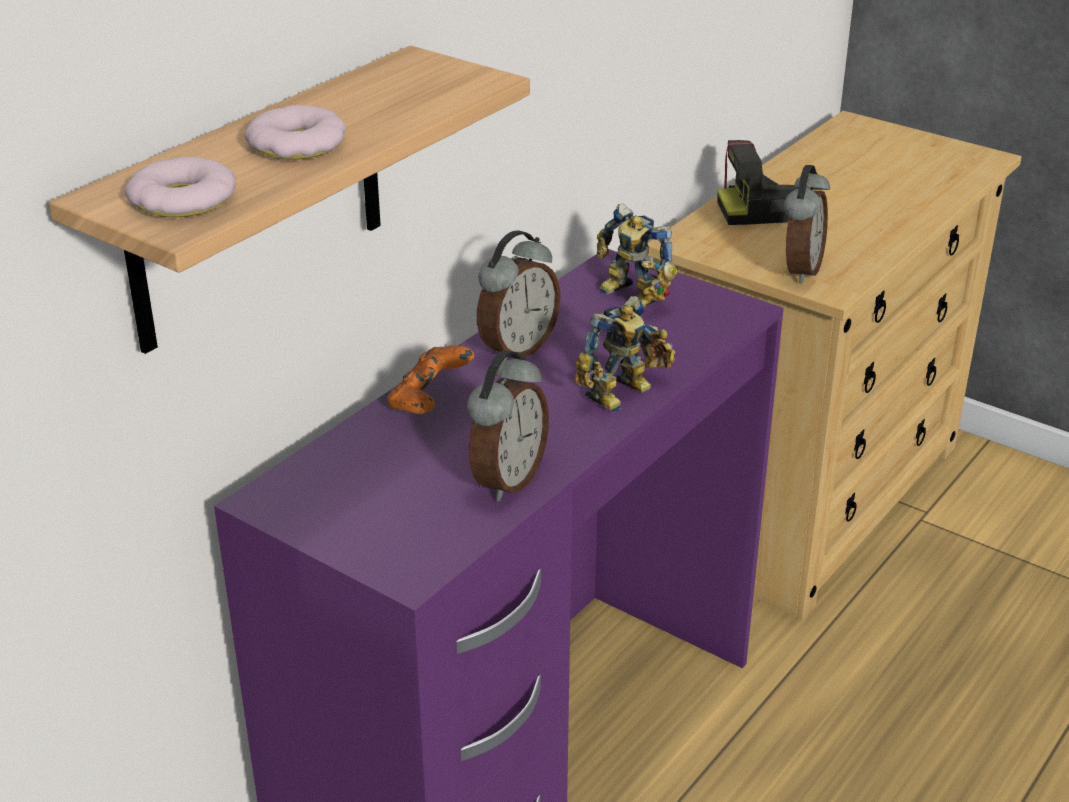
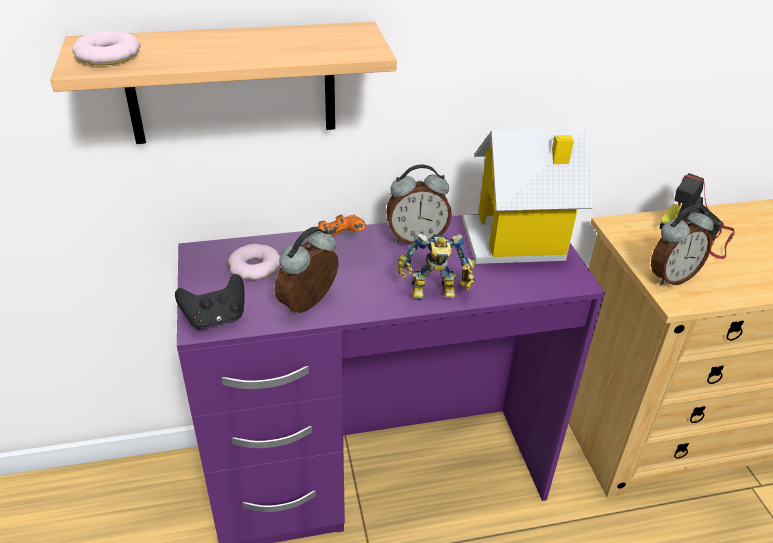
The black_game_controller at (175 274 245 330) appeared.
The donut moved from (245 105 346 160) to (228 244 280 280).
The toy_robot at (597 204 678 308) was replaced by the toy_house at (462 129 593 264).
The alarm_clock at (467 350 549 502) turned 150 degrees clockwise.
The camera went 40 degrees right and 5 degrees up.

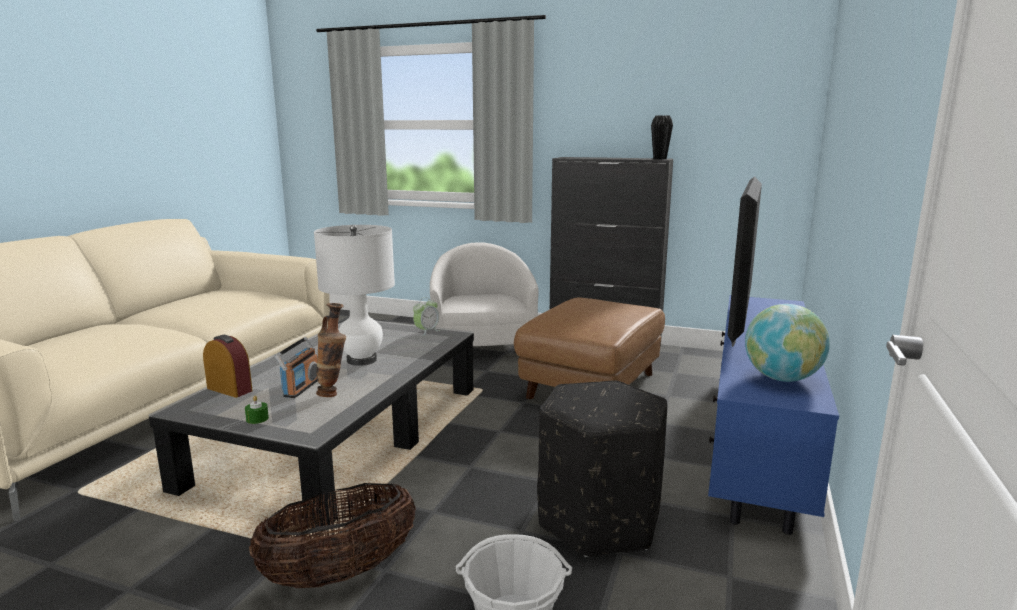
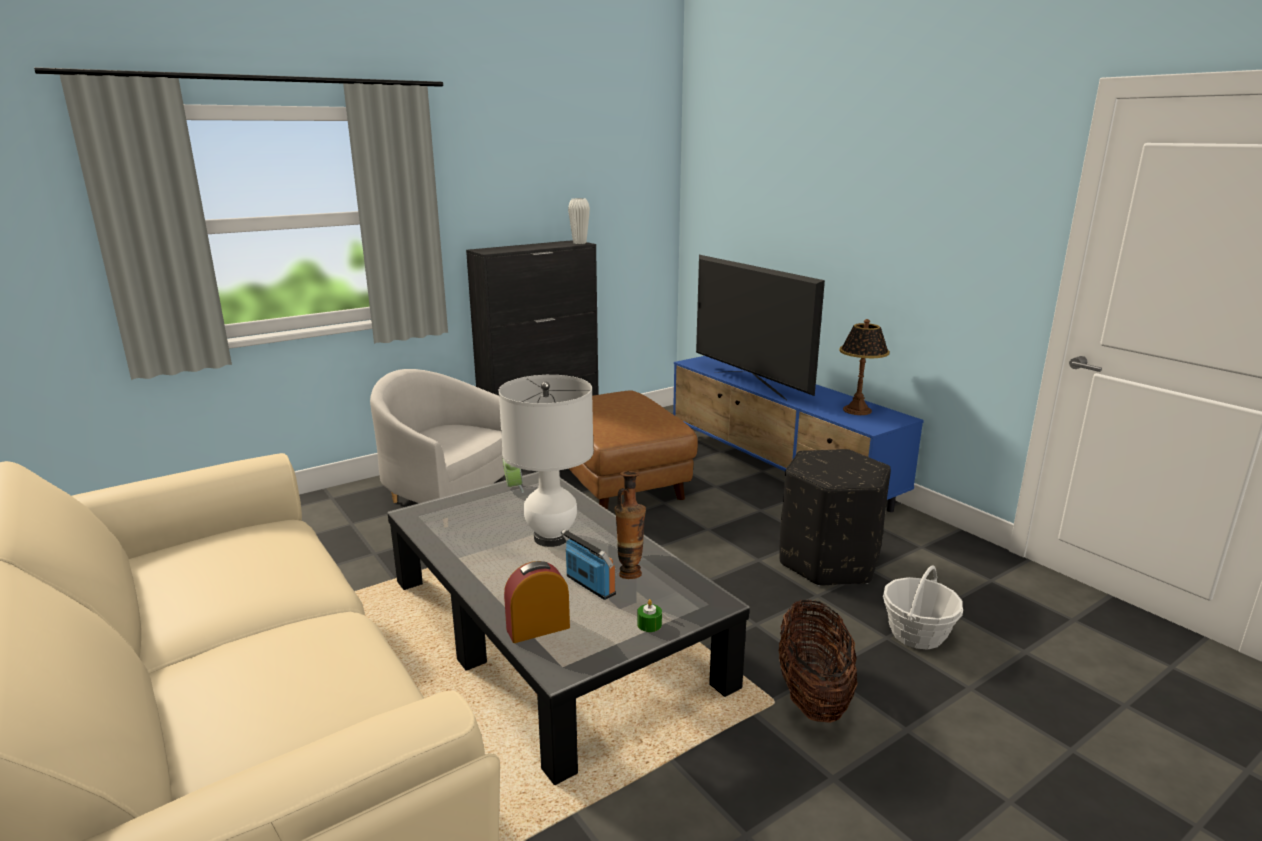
The globe at (745 304 830 382) was replaced by the table_lamp at (839 319 890 415).
The black_vase at (651 116 673 159) became the white_vase at (568 198 590 244).
The camera went 55 degrees left and 5 degrees up.

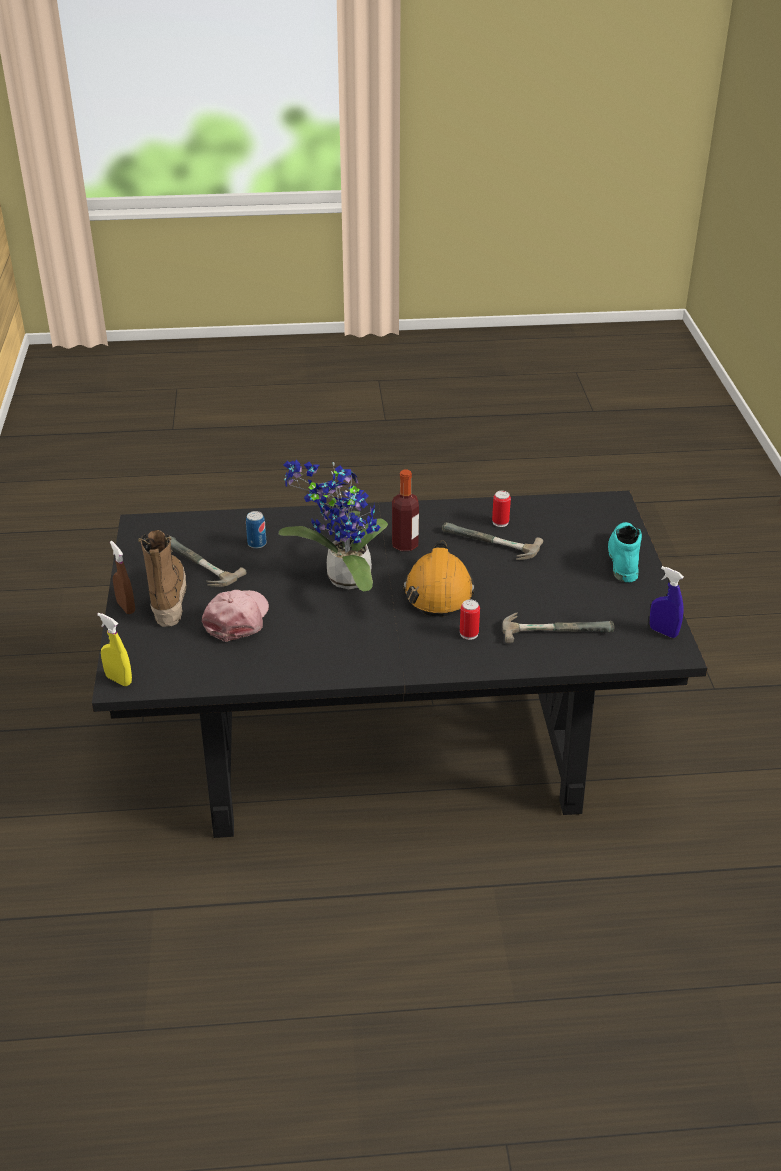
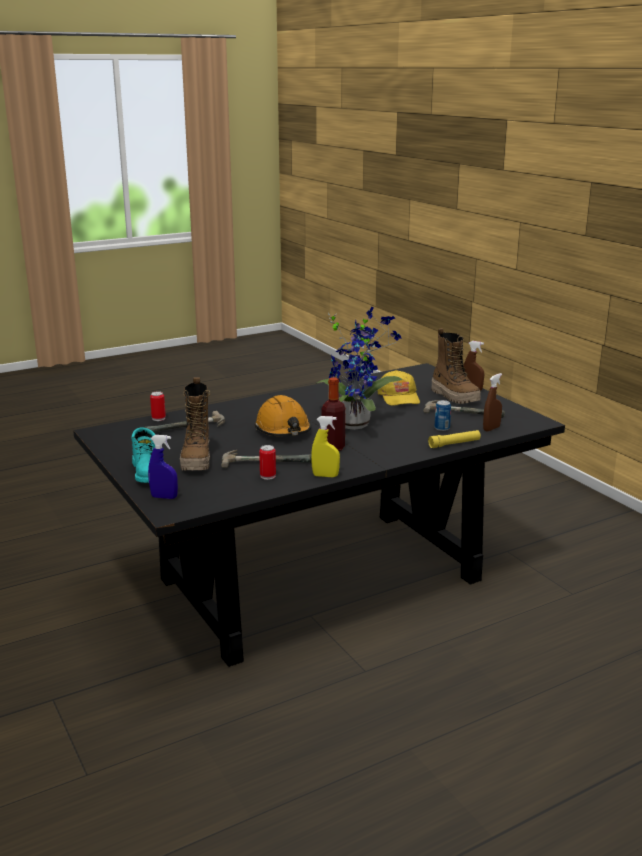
The boot at (180 377 210 471) appeared.
The yellow_flashlight at (428 430 481 448) appeared.
The brown_spray_bottle at (483 373 502 431) appeared.
The yellow_spray_bottle moved from (97 613 132 686) to (311 416 340 477).
The can moved from (460 600 480 640) to (150 391 166 421).
The blue_spray_bottle moved from (650 566 684 638) to (148 435 178 499).
The pink_cap at (202 590 269 642) became the yellow_cap at (378 370 420 406).
The camera went 155 degrees right and 15 degrees down.

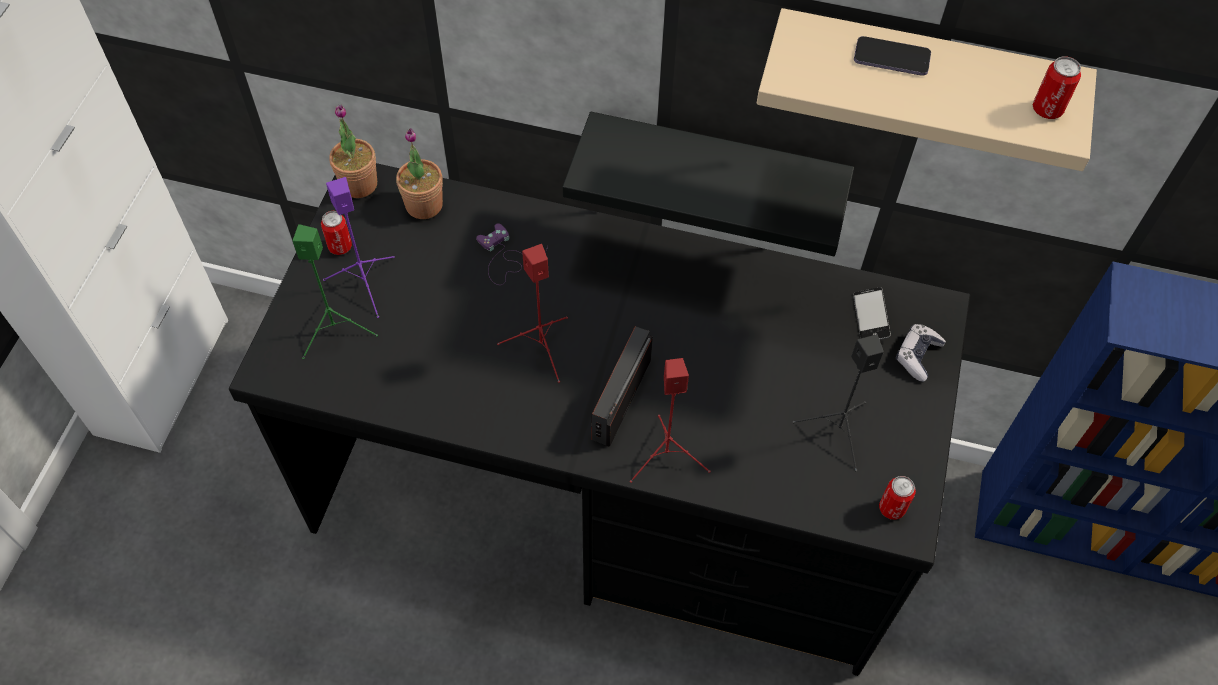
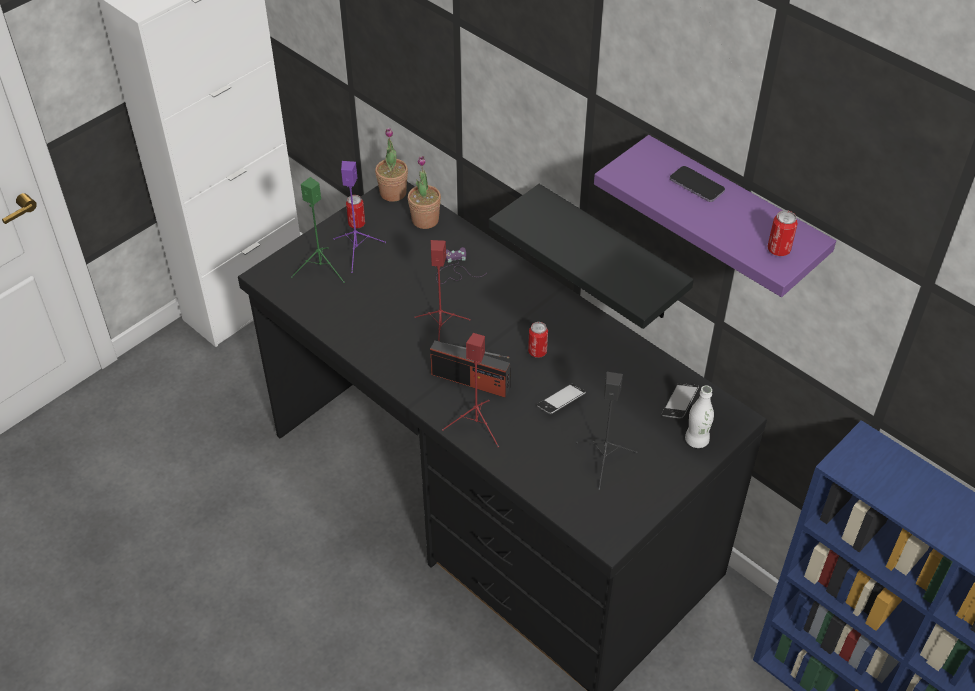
The phone at (537 384 586 414) appeared.
The can moved from (879 476 916 520) to (528 322 548 358).
The game_controller at (896 324 946 382) was replaced by the white_bottle at (685 385 714 448).
The beige_shelf at (757 8 1097 171) became the purple_shelf at (594 135 836 297).
The radio at (592 326 653 447) turned 120 degrees counterclockwise.
The camera went 30 degrees right and 10 degrees down.

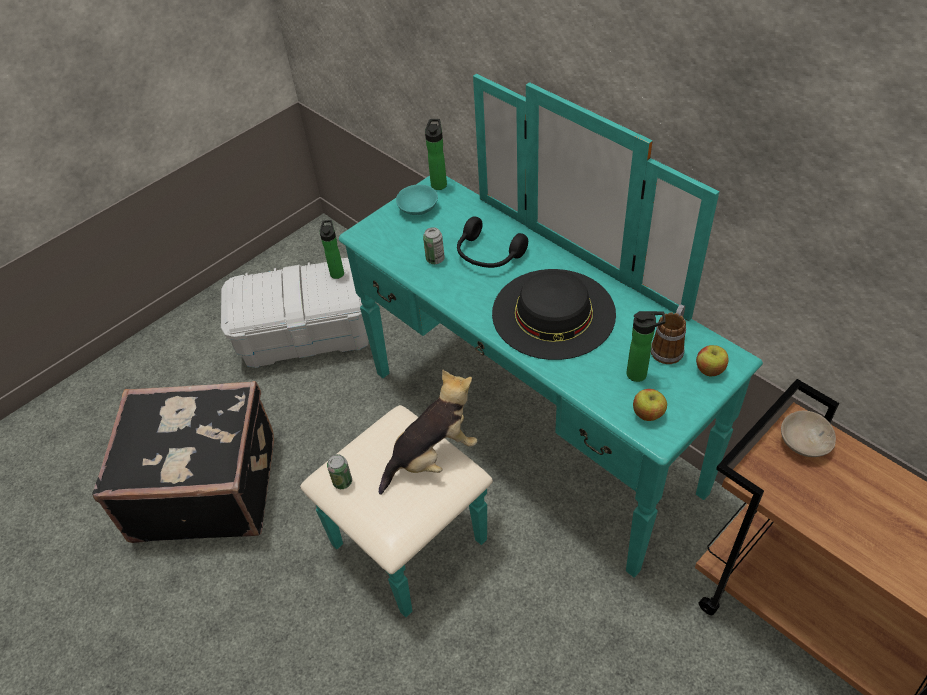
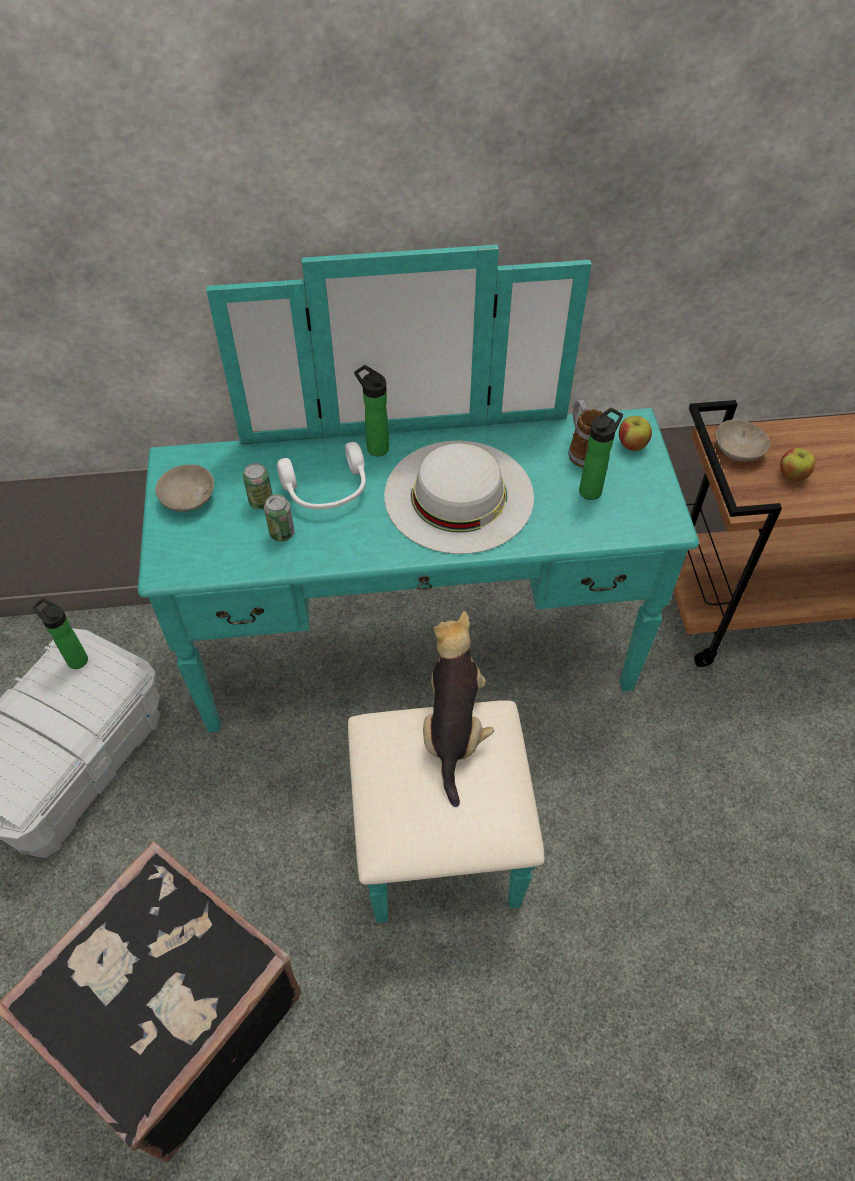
The can moved from (327 454 352 489) to (243 463 273 510).
The bottle moved from (425 119 447 190) to (354 365 389 456).
The apple moved from (633 389 667 421) to (780 448 816 481).
The turquoise_bowl at (396 185 438 215) became the beige_bowl at (155 464 214 512).
The black_headphones at (457 217 528 268) became the white_headphones at (277 442 366 509).
The black_hat at (492 269 616 360) became the white_hat at (384 441 534 554).
The camera went 55 degrees left and 5 degrees up.

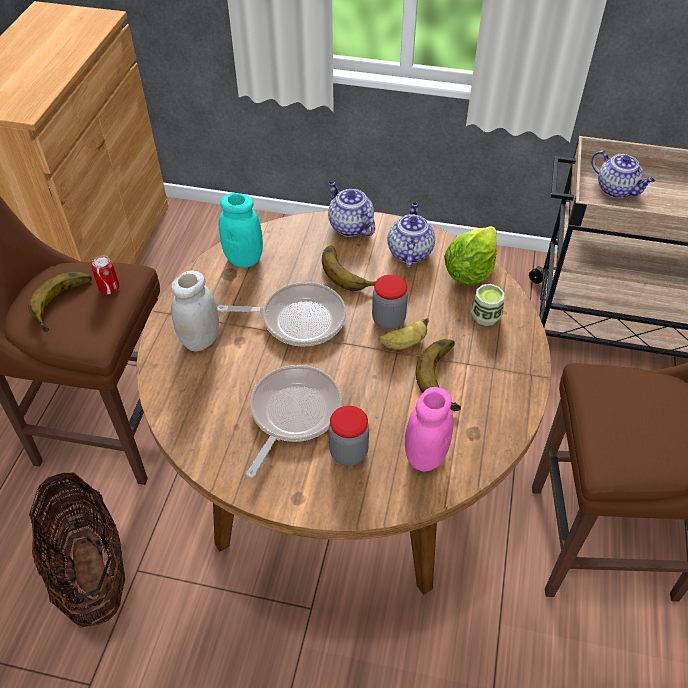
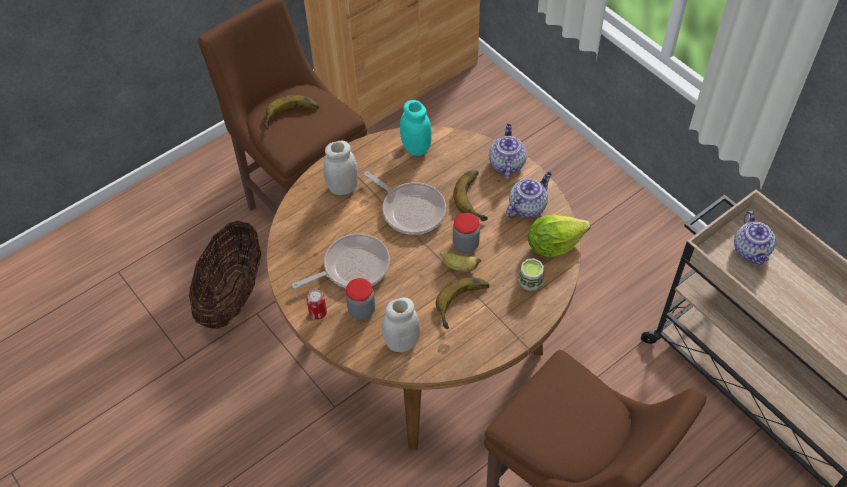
The can moved from (92 255 120 294) to (306 290 327 320).
The pink_jar at (405 387 454 472) became the white_jar at (382 297 420 352).
The camera went 40 degrees right and 5 degrees up.

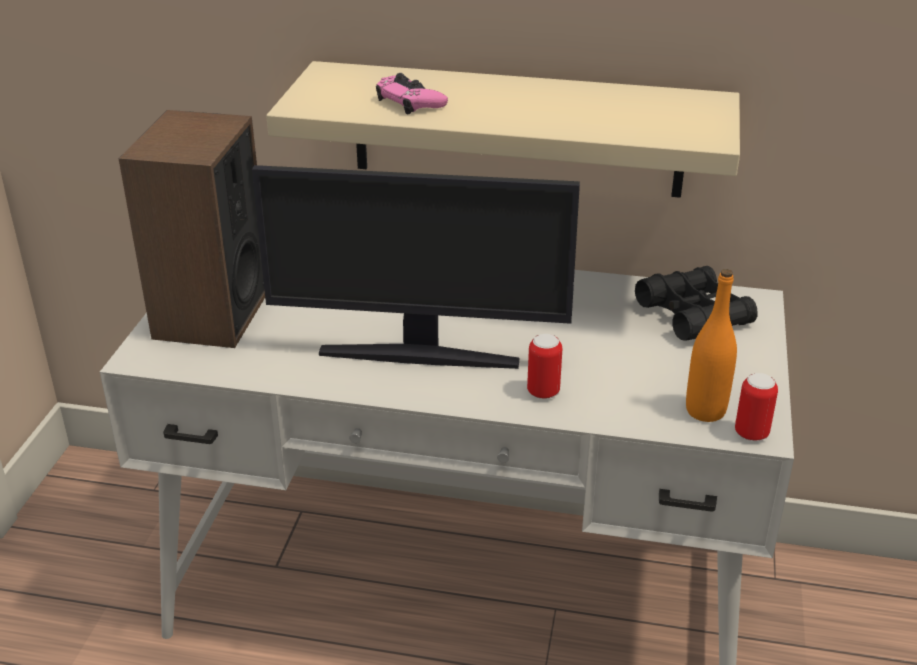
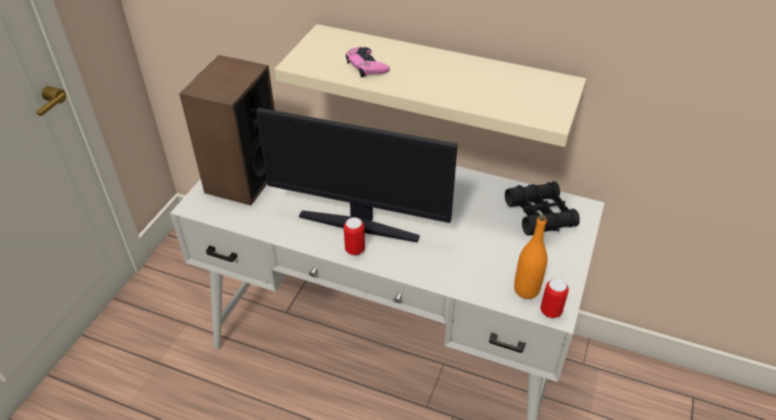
The can moved from (527 334 562 399) to (344 217 365 255).
The camera went 10 degrees right and 10 degrees up.

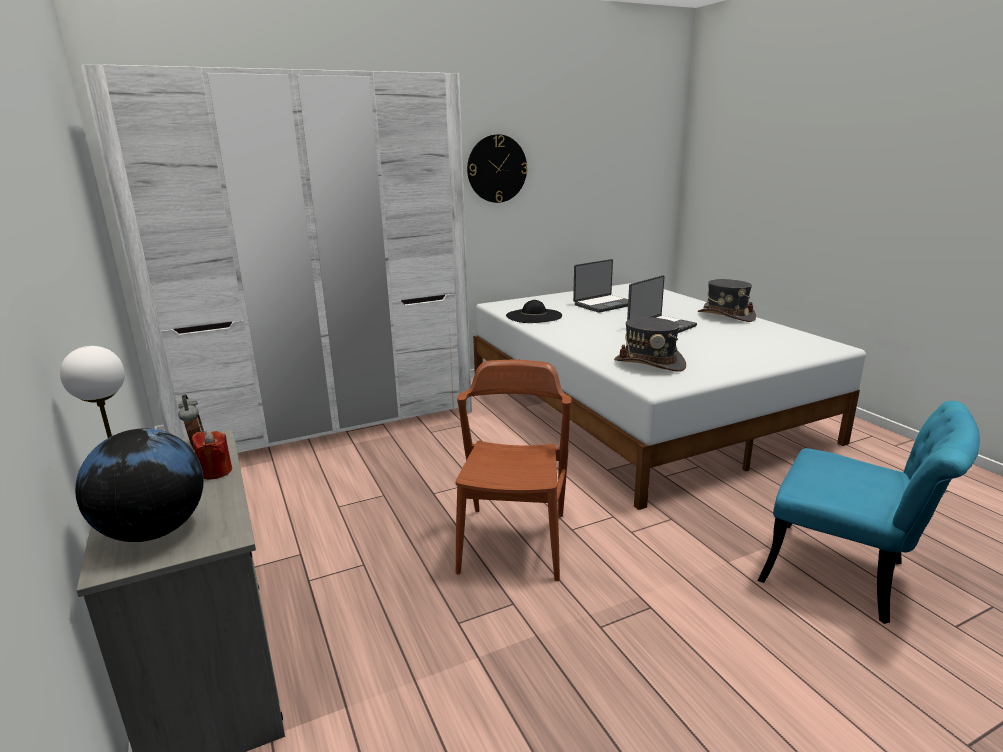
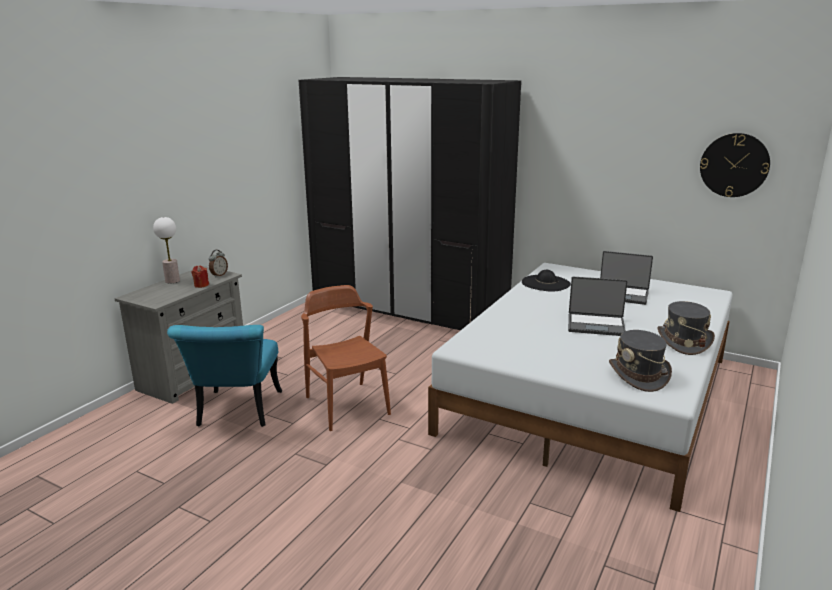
The globe at (75 428 204 542) disappeared.
The wall_clock moved from (467 134 528 203) to (700 133 770 197).
The grey_hat moved from (614 317 686 372) to (609 330 672 392).
The turquoise_chair moved from (758 401 980 624) to (167 325 282 427).
The white_wardrobe at (81 64 472 453) became the black_wardrobe at (299 77 521 330).
The brown_chair at (455 360 572 581) turned 90 degrees counterclockwise.
The camera went 55 degrees right and 0 degrees up.

